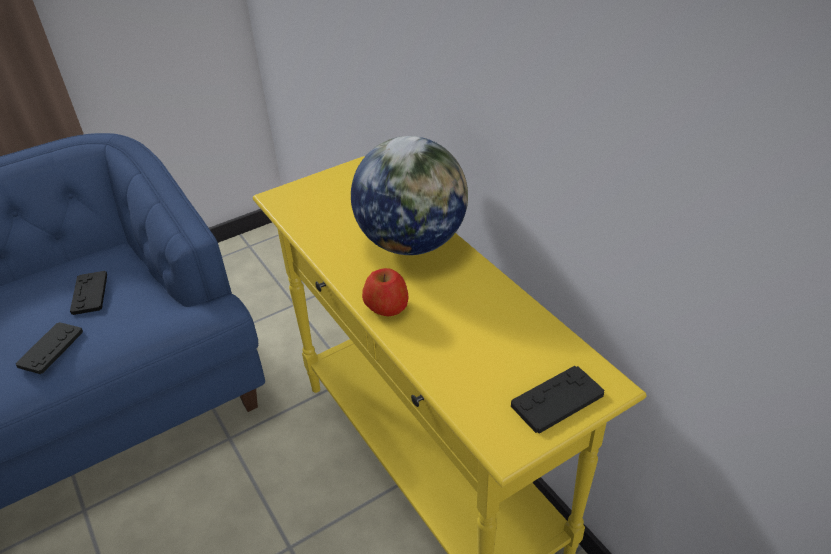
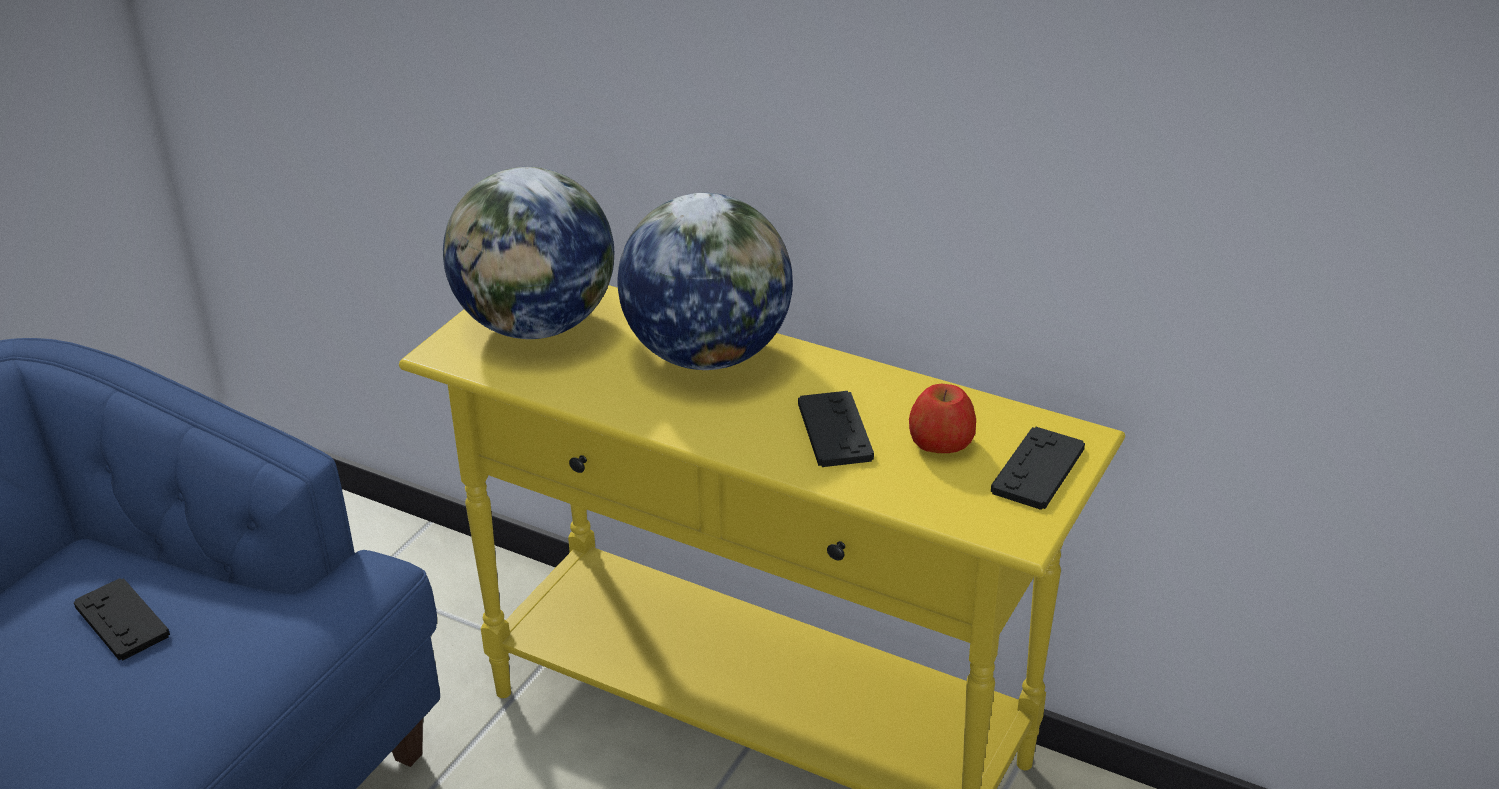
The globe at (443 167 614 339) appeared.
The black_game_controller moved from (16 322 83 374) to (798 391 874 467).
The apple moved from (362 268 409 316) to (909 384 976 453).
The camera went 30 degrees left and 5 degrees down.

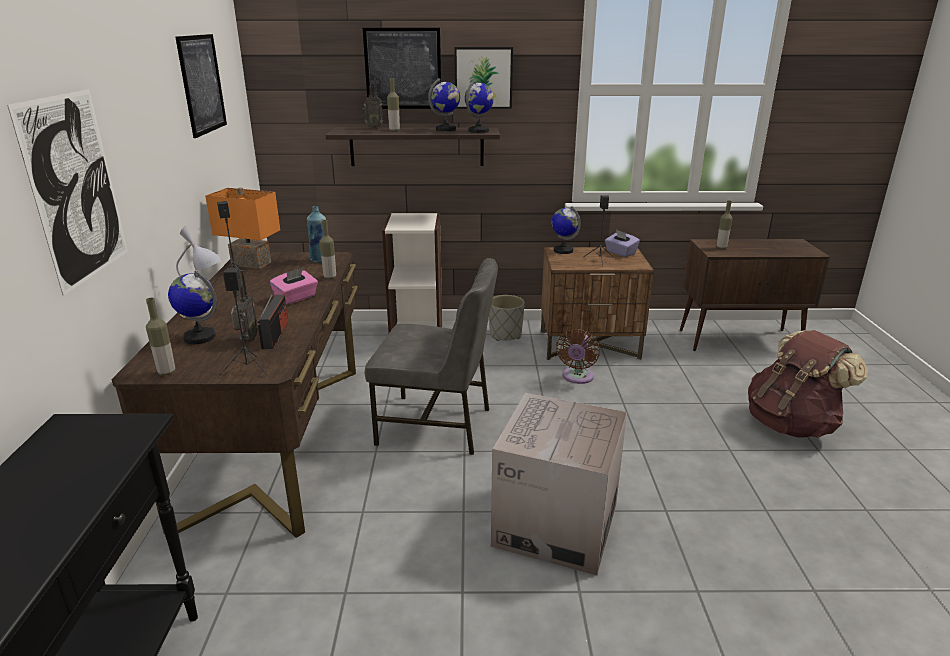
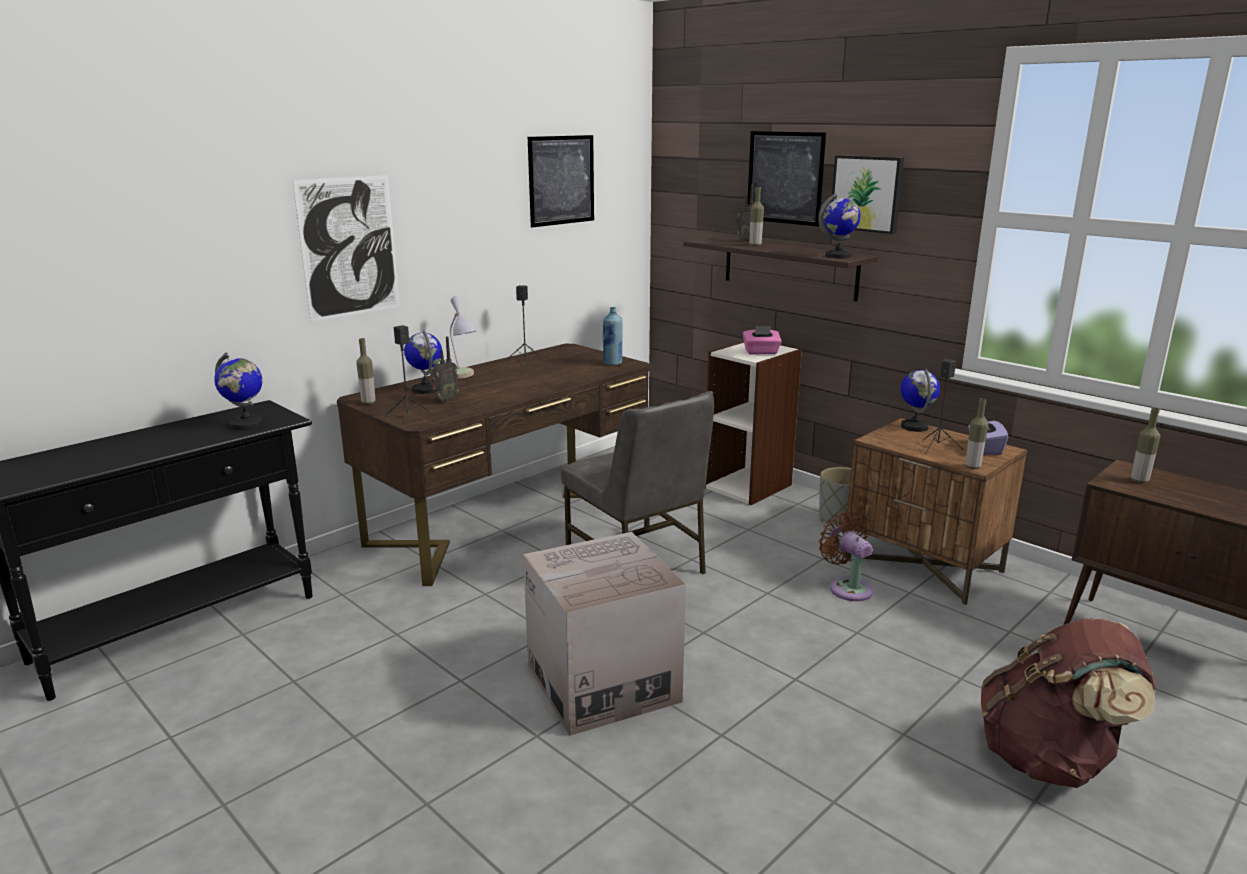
The orange_table_lamp at (205 188 280 269) disappeared.
The radio at (257 291 288 349) disappeared.
The pink_tissue_box moved from (270 268 318 305) to (743 326 782 355).
The bottle moved from (319 220 336 279) to (965 398 988 469).
The globe moved from (428 78 460 131) to (214 352 263 430).
The brown_fan at (556 329 600 384) turned 90 degrees clockwise.
The camera went 45 degrees right and 5 degrees down.

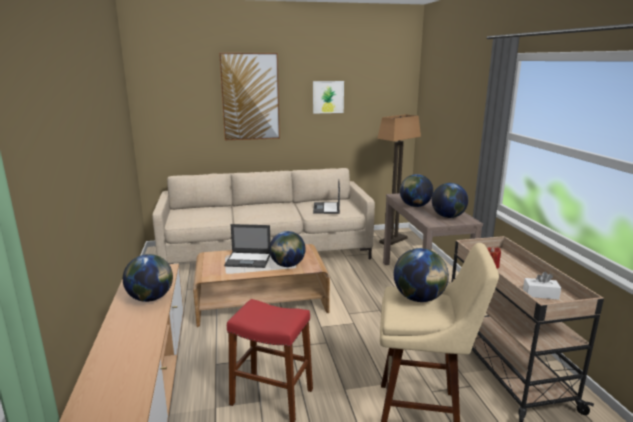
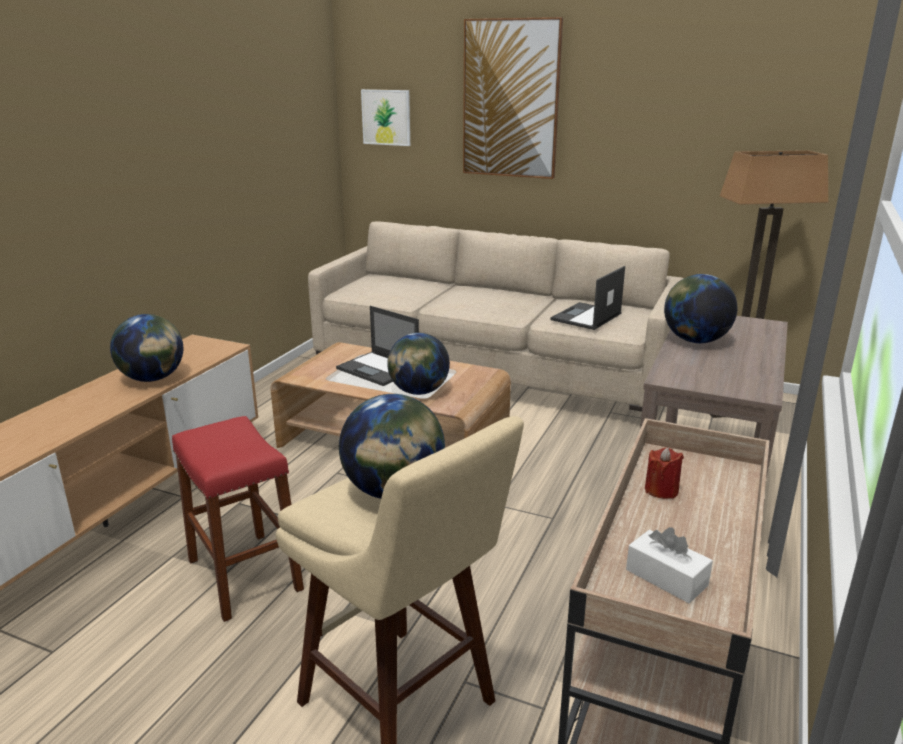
The globe at (432 183 468 218) disappeared.
The picture moved from (313 81 344 114) to (361 89 410 146).
The camera went 35 degrees right and 5 degrees up.

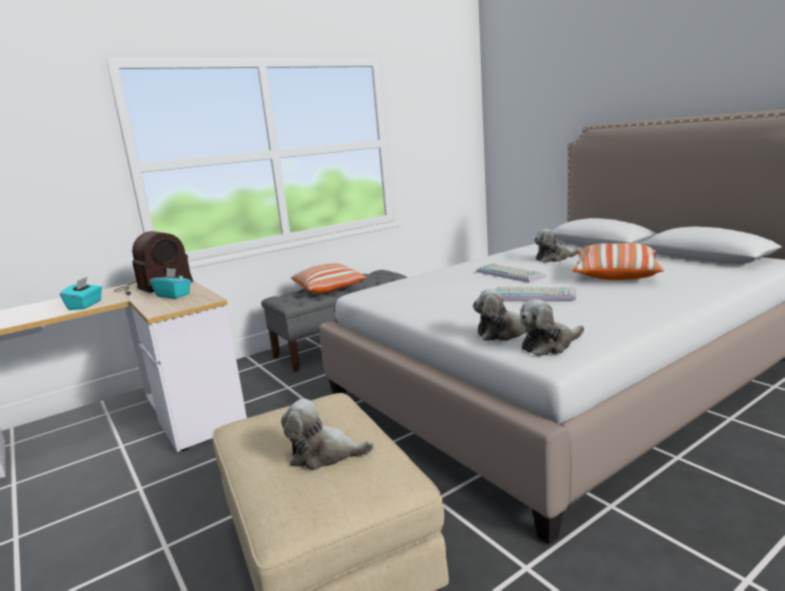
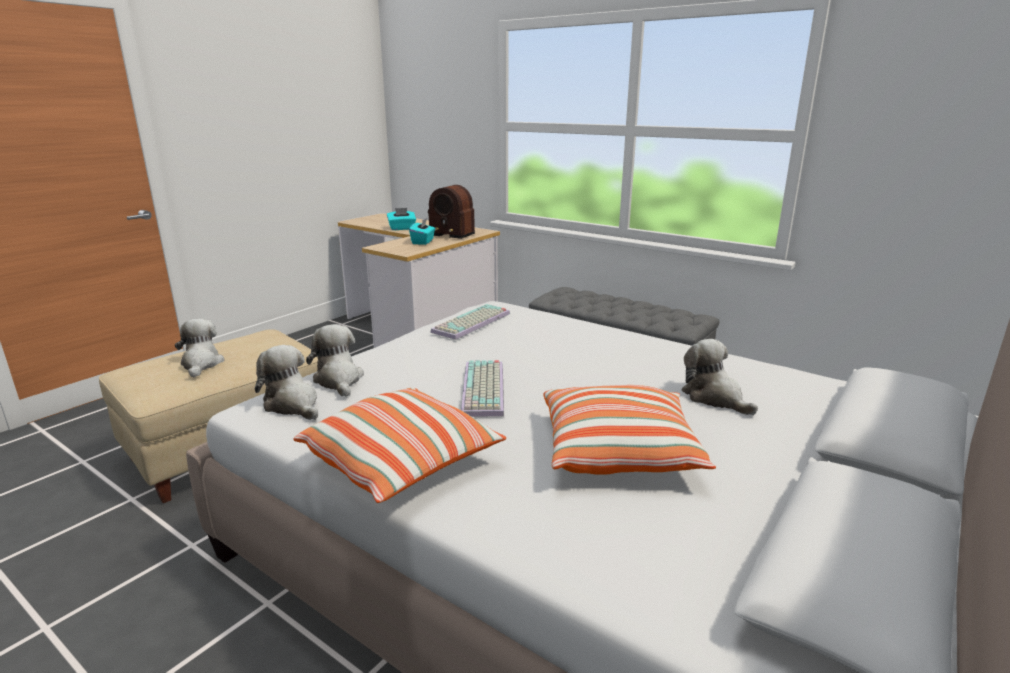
The pillow moved from (291 263 367 294) to (294 388 506 503).
The keyboard moved from (477 264 546 283) to (430 304 510 340).
The camera went 70 degrees right and 5 degrees up.

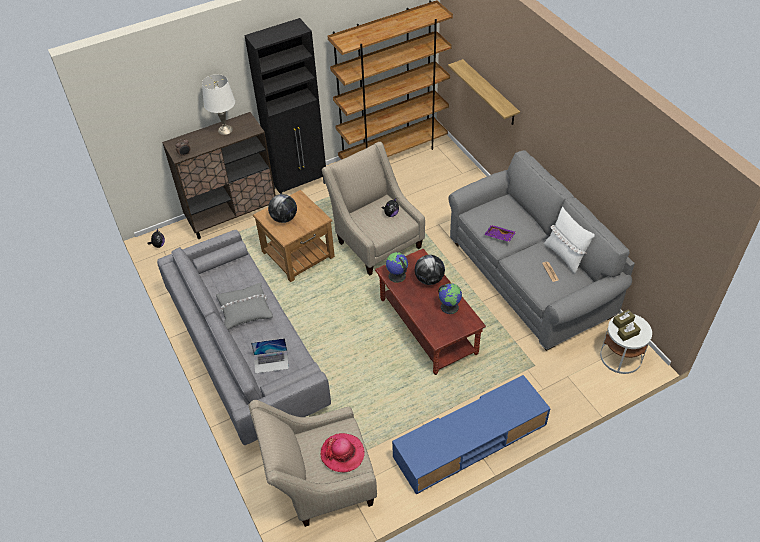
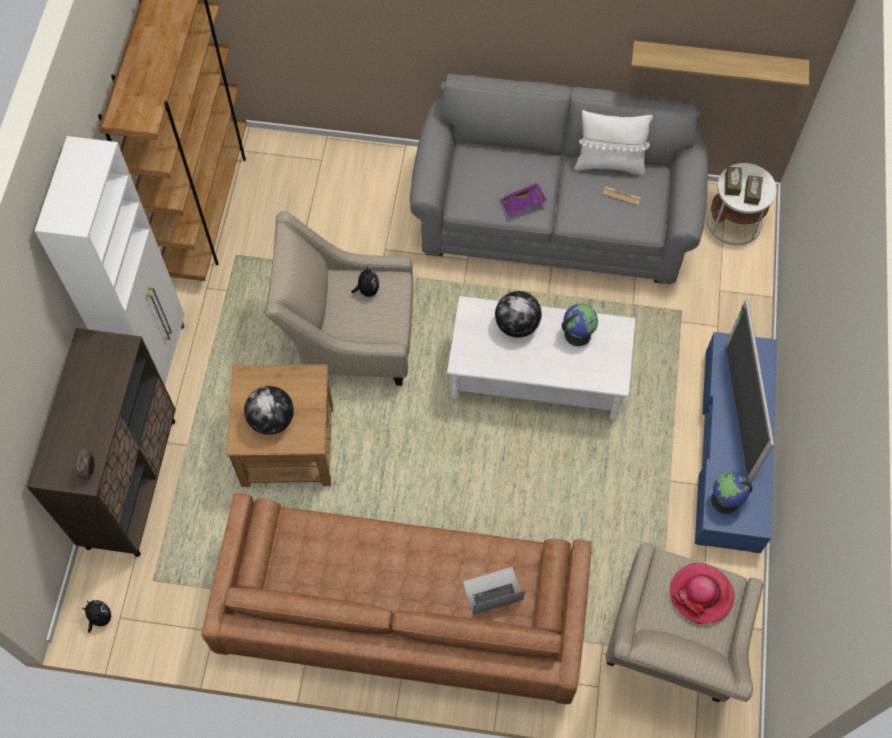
The white_table_lamp at (202 74 235 135) disappeared.
The grey_pillow at (216 283 273 330) disappeared.
The television at (726 299 774 482) appeared.
The globe moved from (386 252 408 283) to (711 471 753 514).
The shelf moved from (448 59 520 125) to (631 41 809 87).
The grey_sofa at (157 230 331 445) became the brown_sofa at (201 493 591 704).
The black_cabinet at (244 18 326 194) became the white_cabinet at (35 136 185 386).
The brown_coffee_table at (375 249 486 375) became the white_coffee_table at (447 296 636 421).
The laptop at (251 338 289 374) turned 135 degrees counterclockwise.
The camera went 55 degrees left and 15 degrees up.

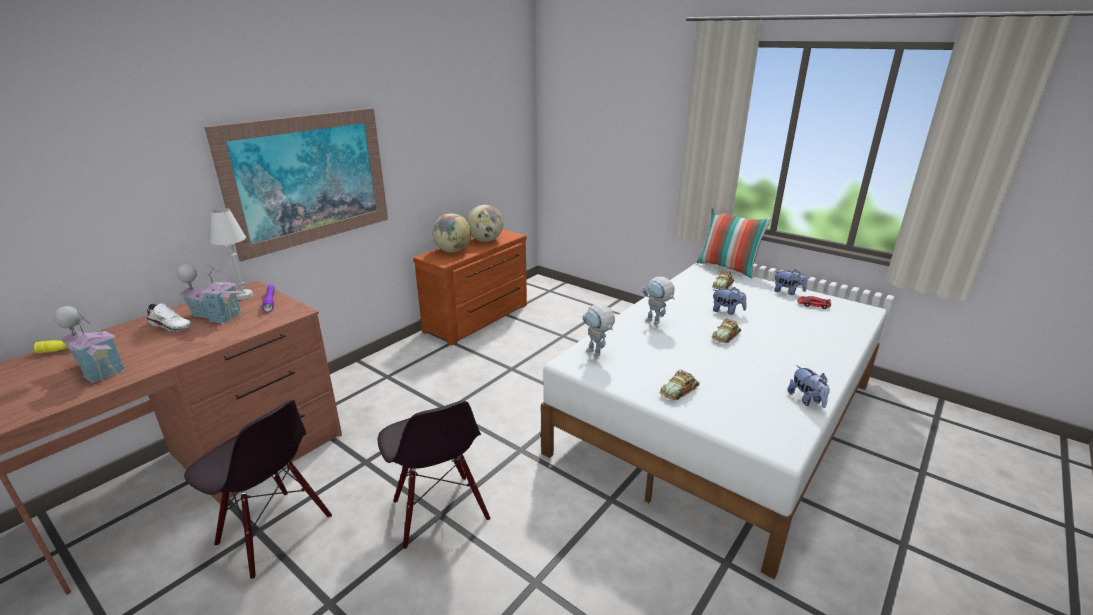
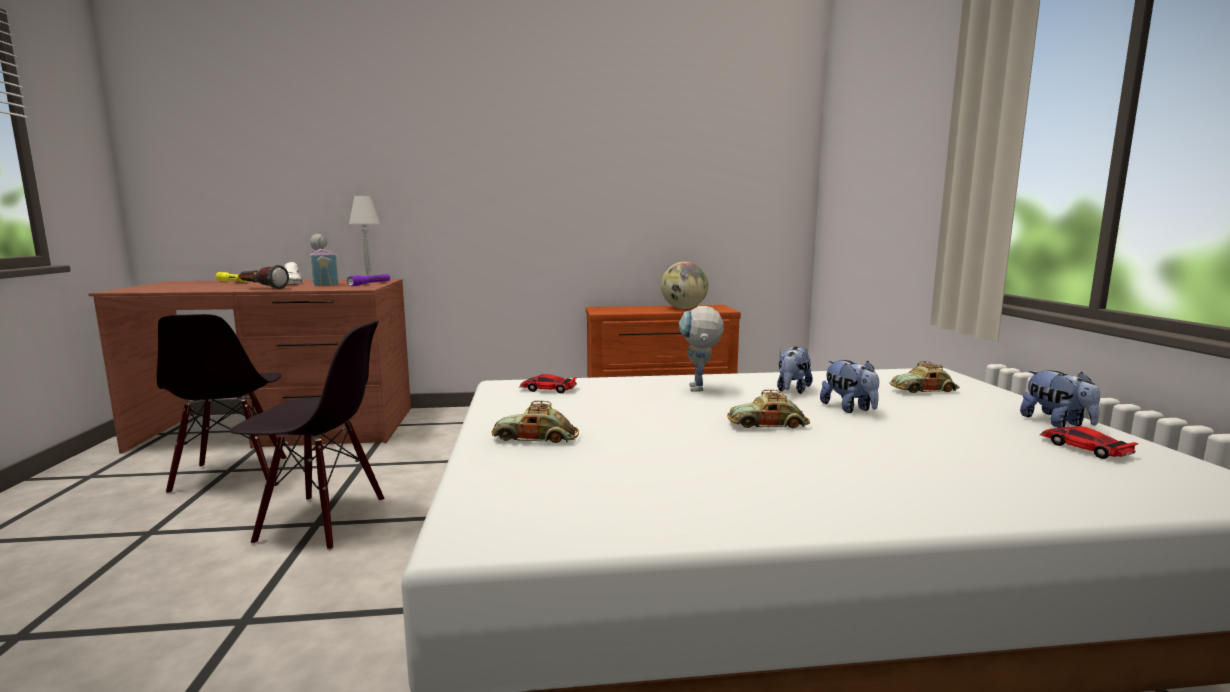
The toy_house at (54 306 125 383) disappeared.
The picture at (205 108 388 262) disappeared.
The globe at (432 213 471 252) disappeared.
The pillow at (697 208 772 279) disappeared.
The flashlight at (238 265 289 289) appeared.
The plush_toy moved from (788 365 830 408) to (777 347 813 394).
The toy_robot at (583 304 615 357) was replaced by the toy_car at (519 374 577 393).
The black_chair at (378 401 490 550) turned 105 degrees counterclockwise.
The camera went 45 degrees right and 15 degrees down.

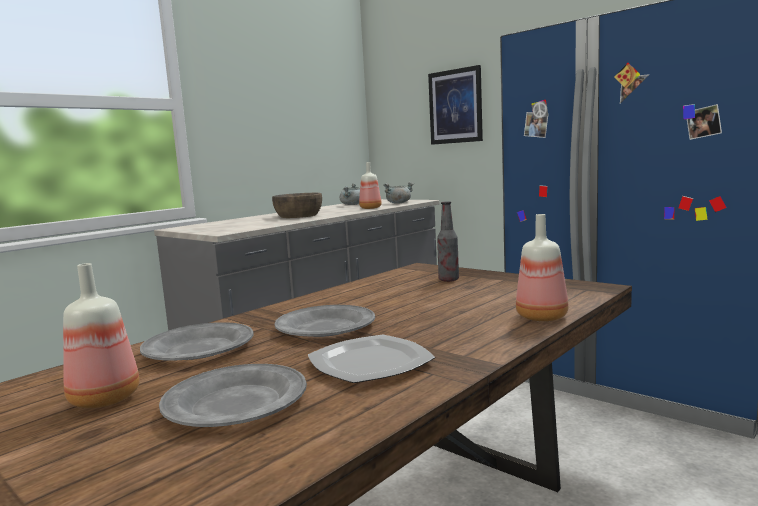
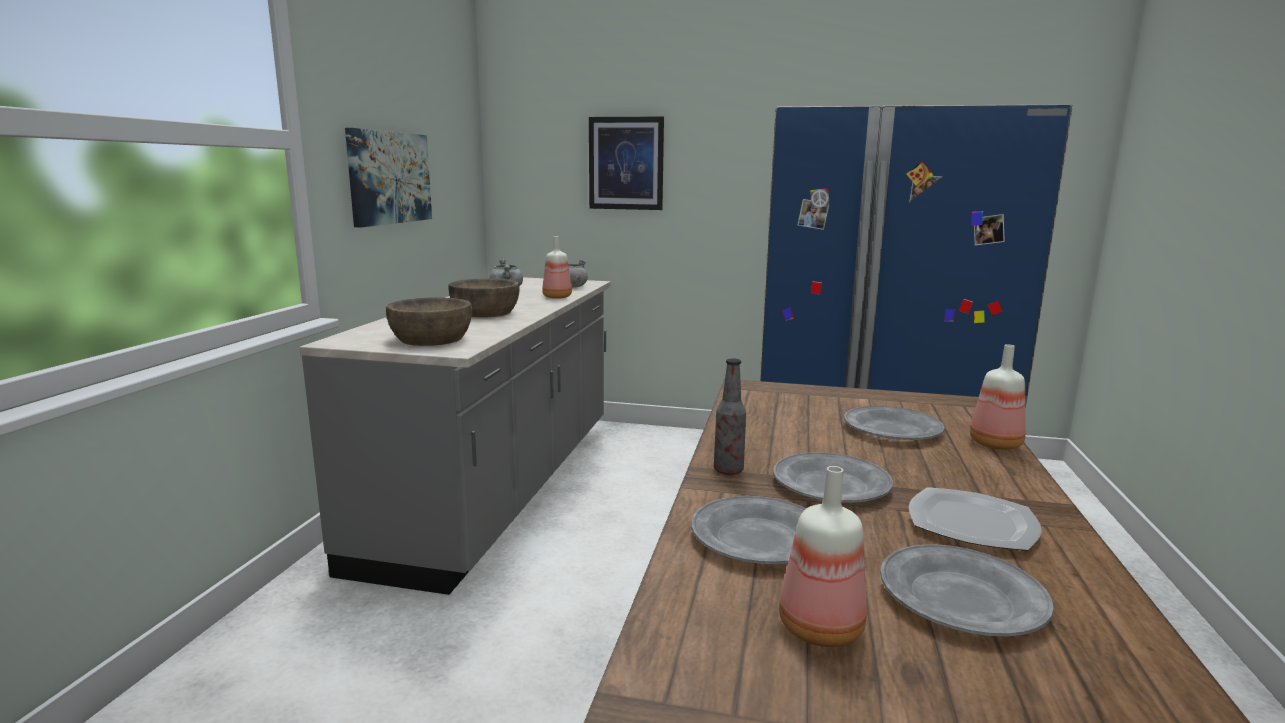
The picture at (345 128 432 227) appeared.
The brown_bowl at (386 297 472 346) appeared.
The grey_plate at (844 406 944 440) appeared.
The bottle moved from (437 201 459 282) to (714 358 746 475).
The camera went 30 degrees left and 5 degrees up.

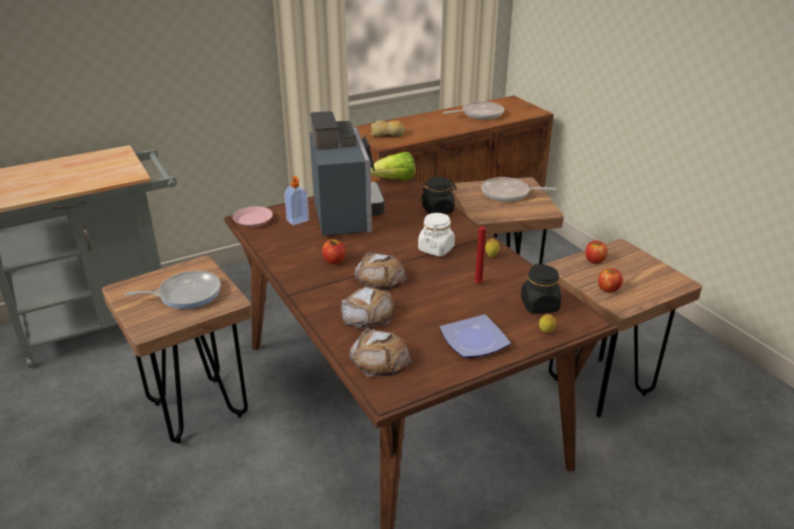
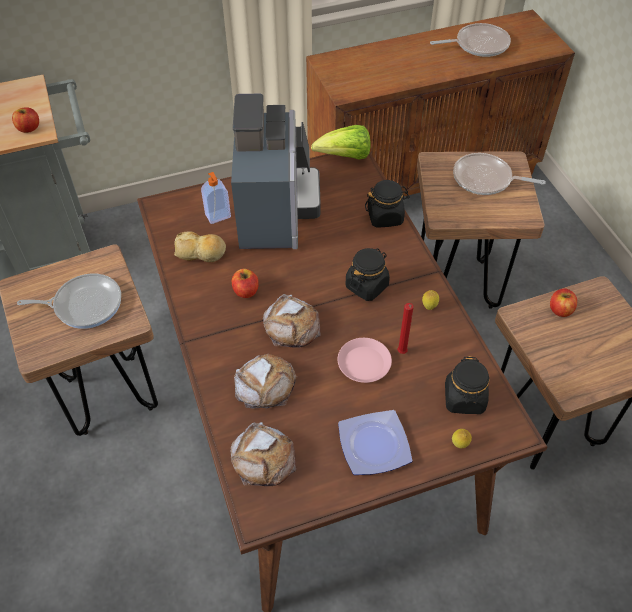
The pink_plate moved from (233 206 273 227) to (337 338 392 383).
The bread moved from (371 120 405 138) to (174 231 226 262).
The apple moved from (598 269 623 292) to (12 107 39 133).
The white_jar at (418 213 455 256) became the black_jar at (346 248 390 301).
The camera went 10 degrees right and 20 degrees up.

